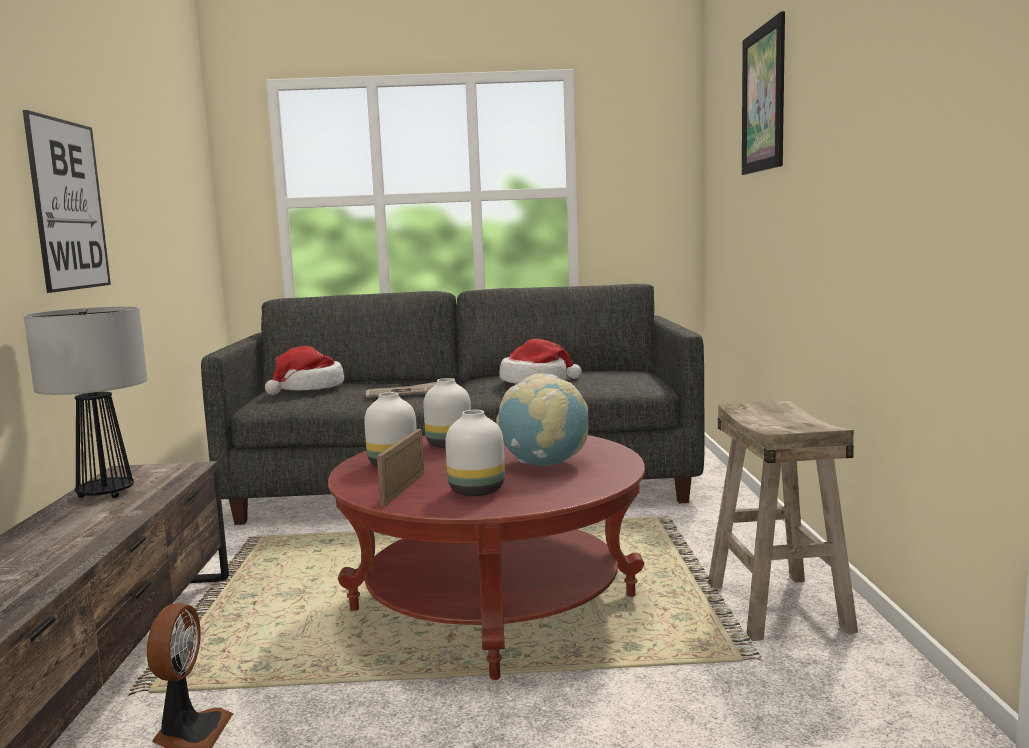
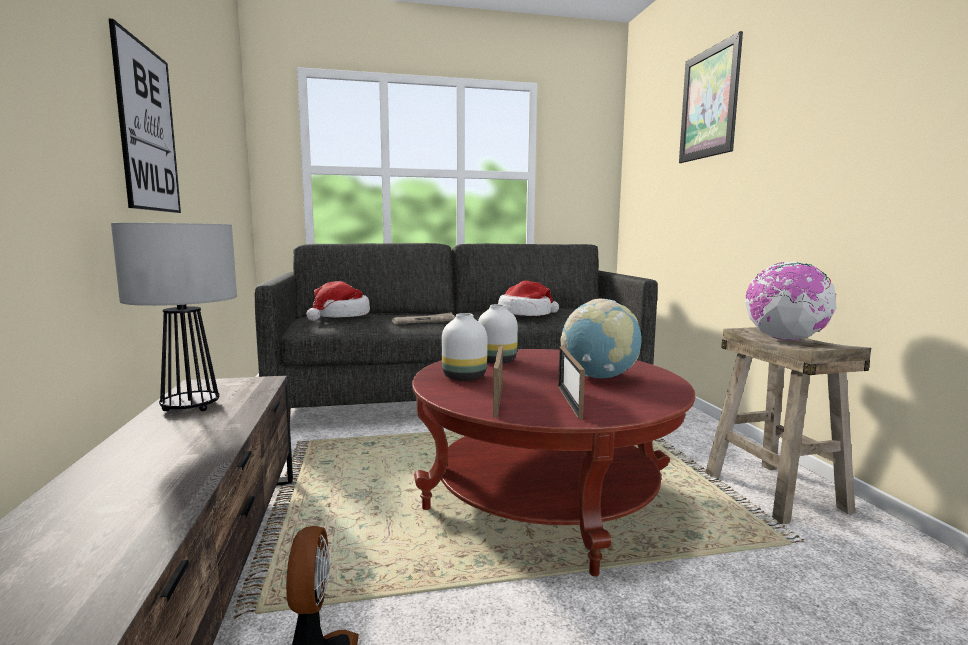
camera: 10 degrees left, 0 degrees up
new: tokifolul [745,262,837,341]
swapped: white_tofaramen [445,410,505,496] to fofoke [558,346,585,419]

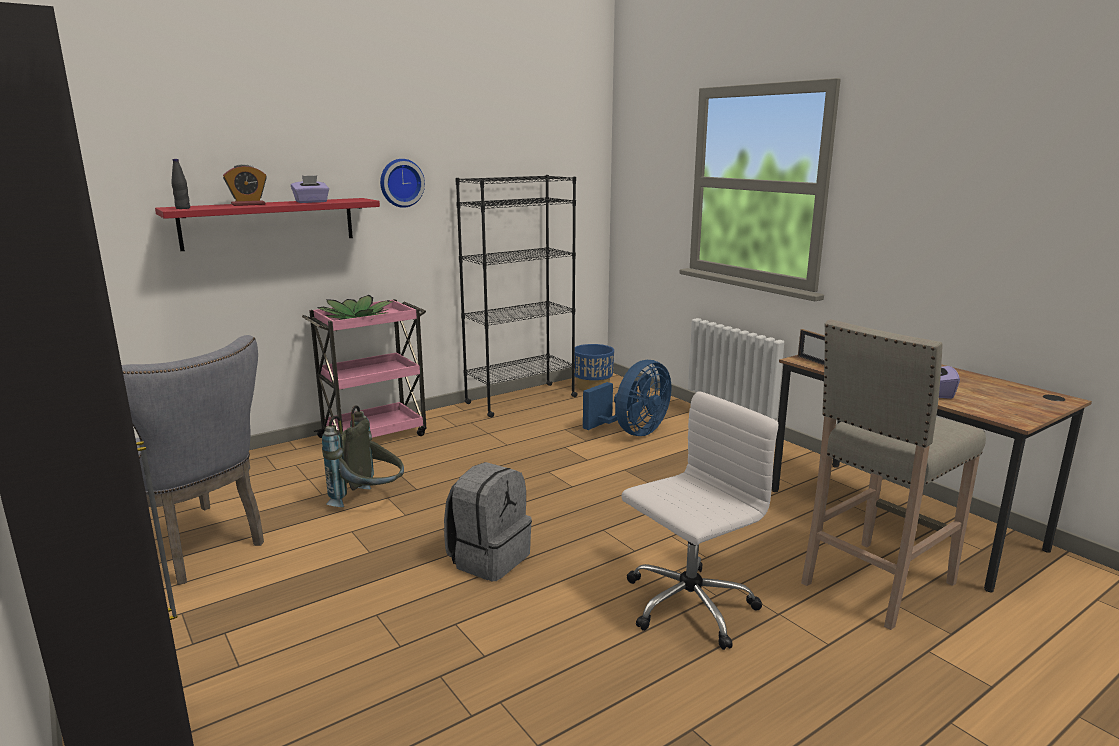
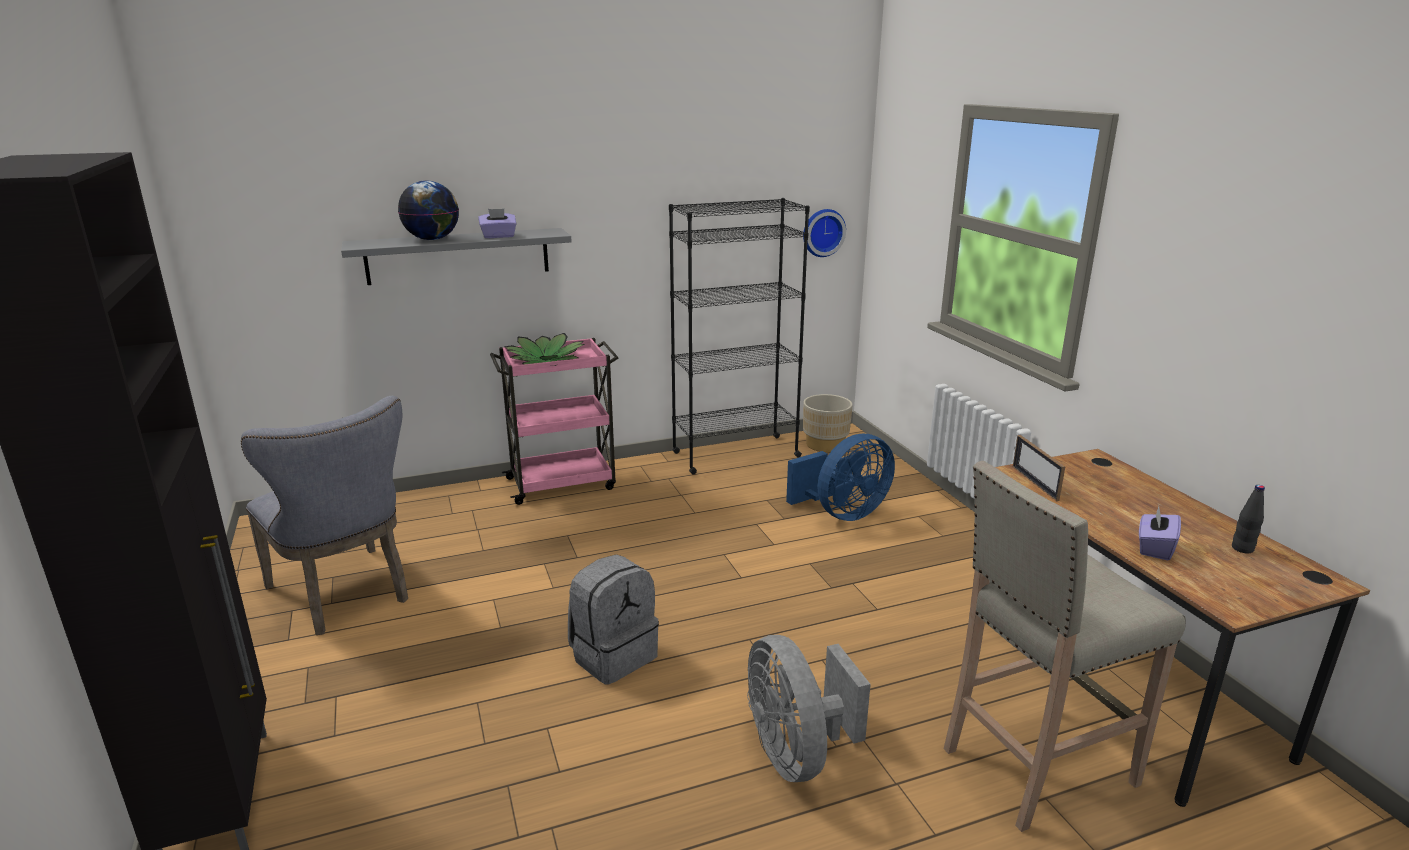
camera: 15 degrees right, 5 degrees up
gone: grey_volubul [322,405,404,507]
shifted: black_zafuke [171,159,190,209] to [1232,485,1265,553]; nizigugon [380,159,425,208] to [803,209,846,257]
swapped: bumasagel [223,164,267,206] to tokifolul [398,181,459,240]; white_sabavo [622,391,778,650] to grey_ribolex [747,635,871,782]
repainted: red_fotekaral [155,198,380,251] to grey_fotekaral [341,228,572,285]; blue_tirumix [574,344,614,391] to beige_tirumix [803,394,852,453]

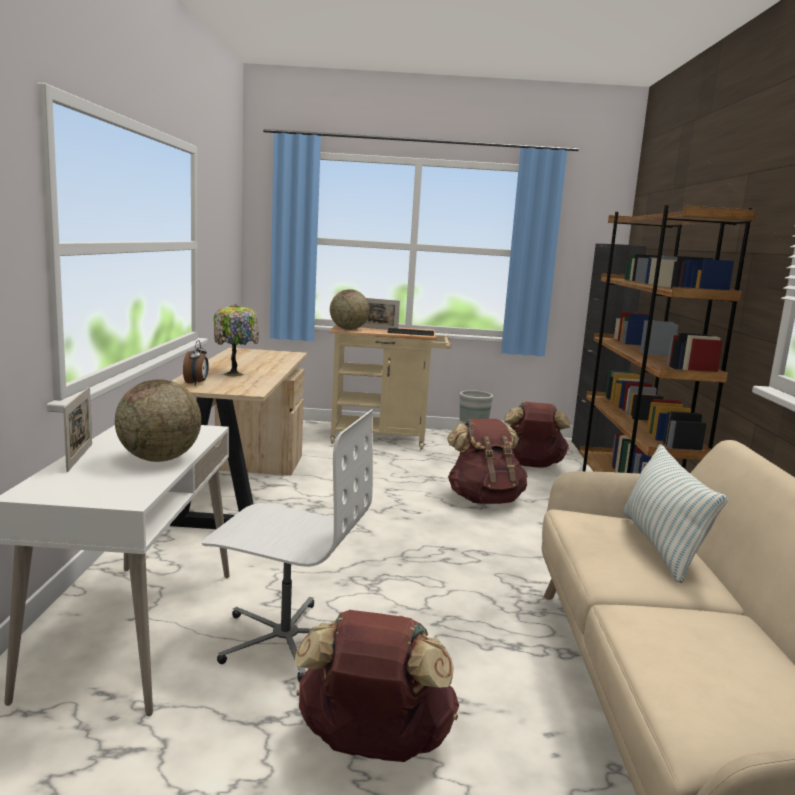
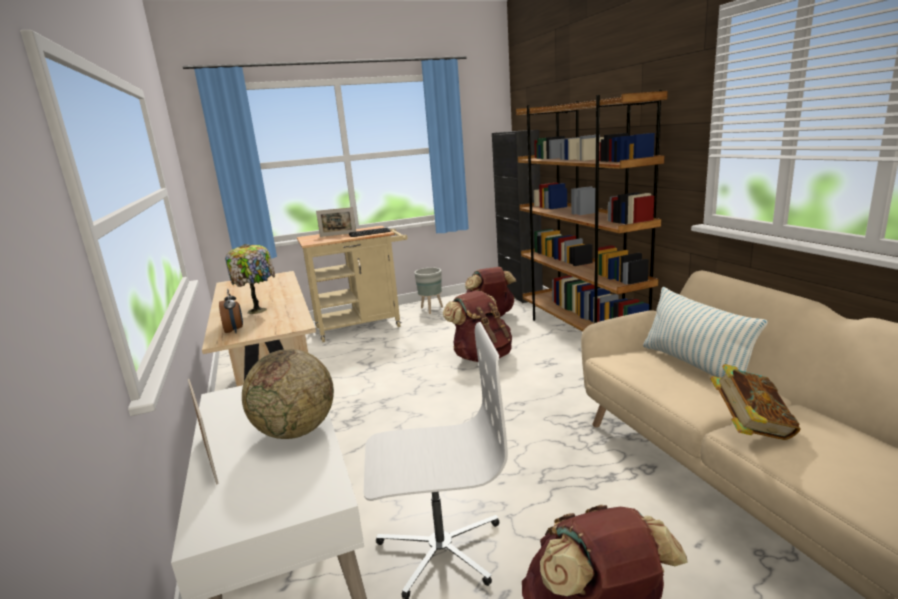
camera: 20 degrees left, 5 degrees up
gone: tokifolul [330,290,370,330]
new: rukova [710,364,801,440]

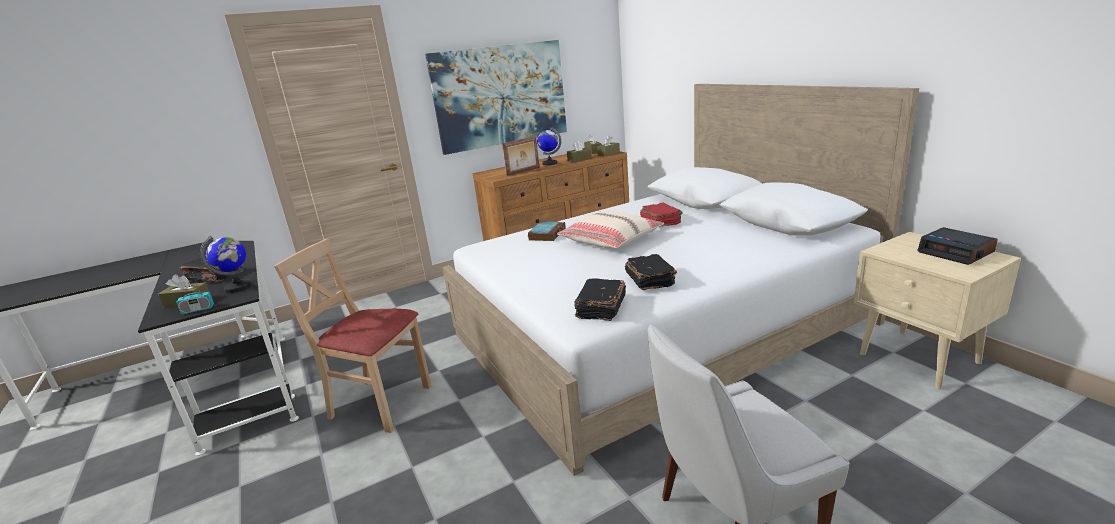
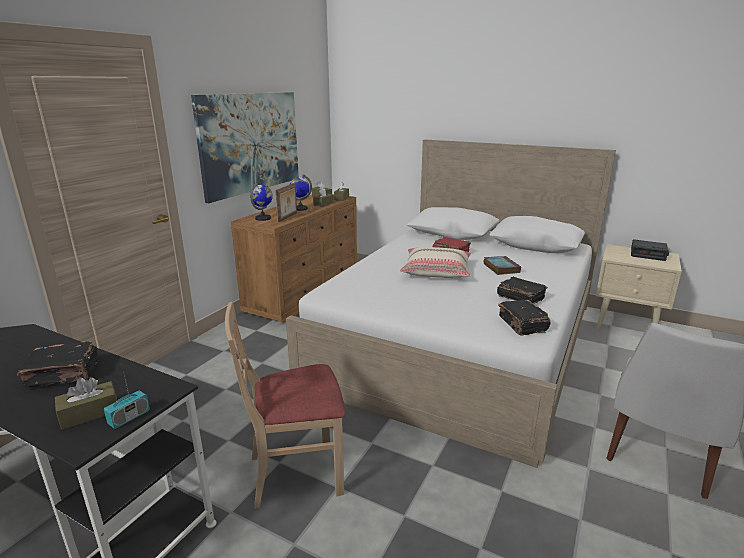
camera: 35 degrees left, 0 degrees up
shifted: rukova [528,221,565,241] to [484,256,521,275]; tokifolul [200,236,251,293] to [250,183,273,221]

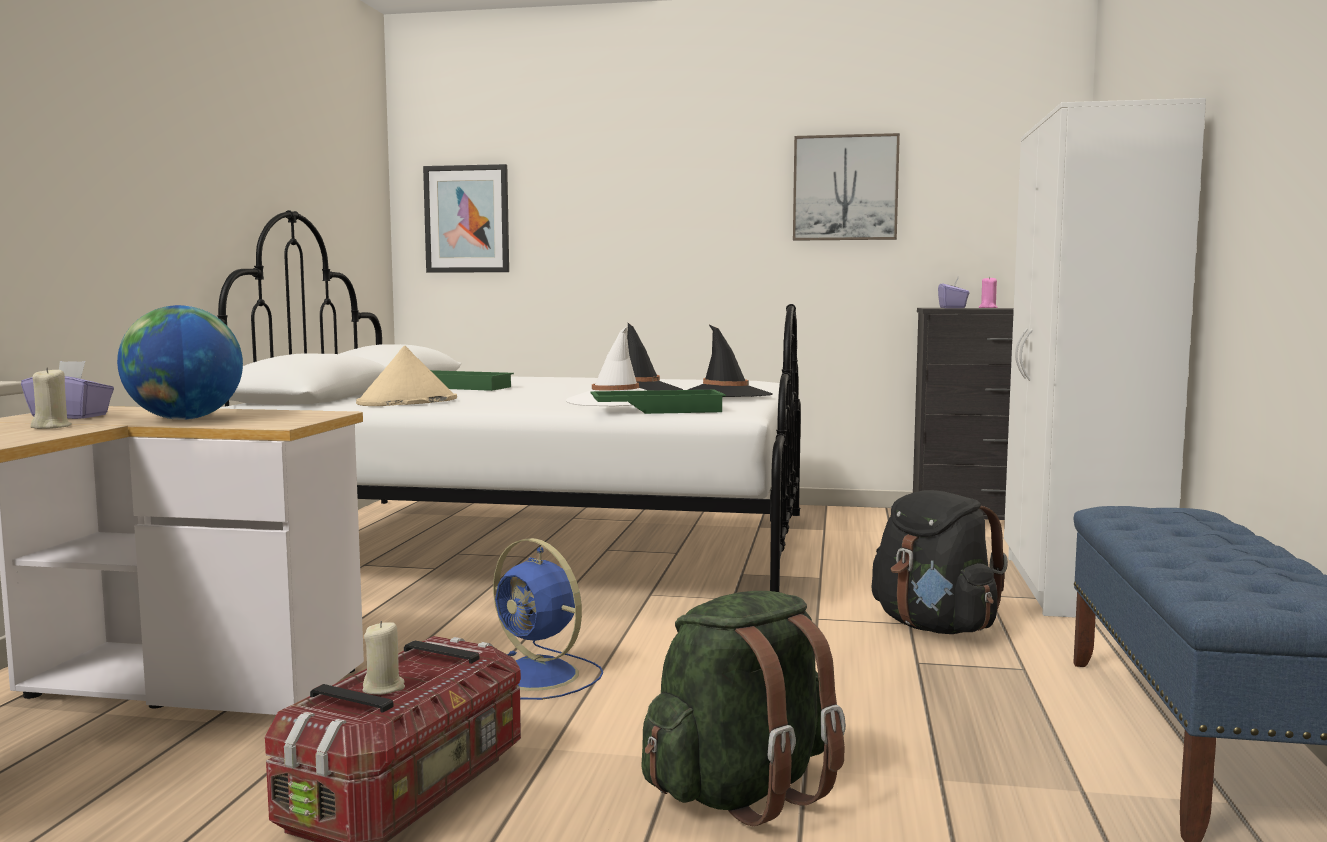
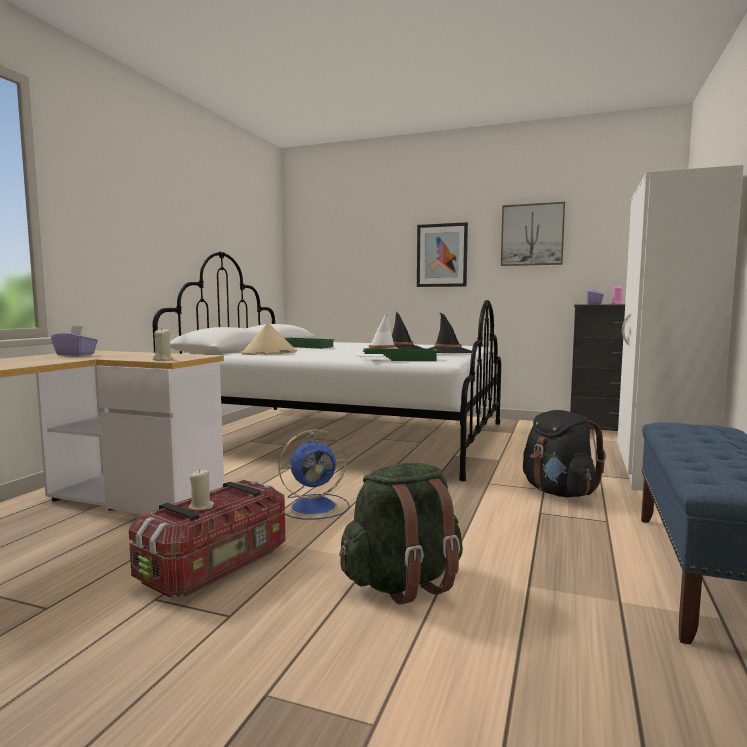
camera: 10 degrees right, 0 degrees up
gone: tokifolul [117,305,243,420]
shifted: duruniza [423,164,509,273] to [417,222,468,287]; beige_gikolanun [30,367,72,429] to [153,328,173,361]
rotated: blue_ribolex [493,538,603,700] = [278,429,350,520] 75 degrees counterclockwise

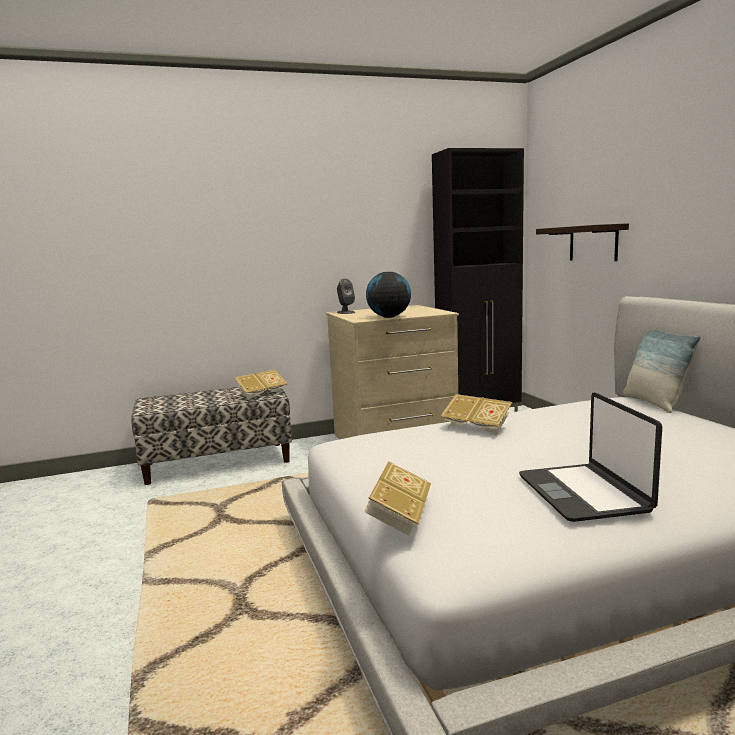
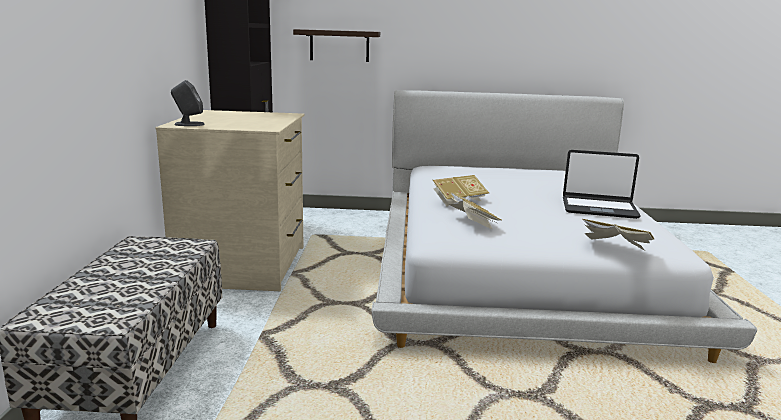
camera: 70 degrees left, 5 degrees up
gone: tokifolul [366,272,411,318]; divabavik [623,330,701,413]
shifted: rukova [234,370,288,400] to [448,192,501,230]

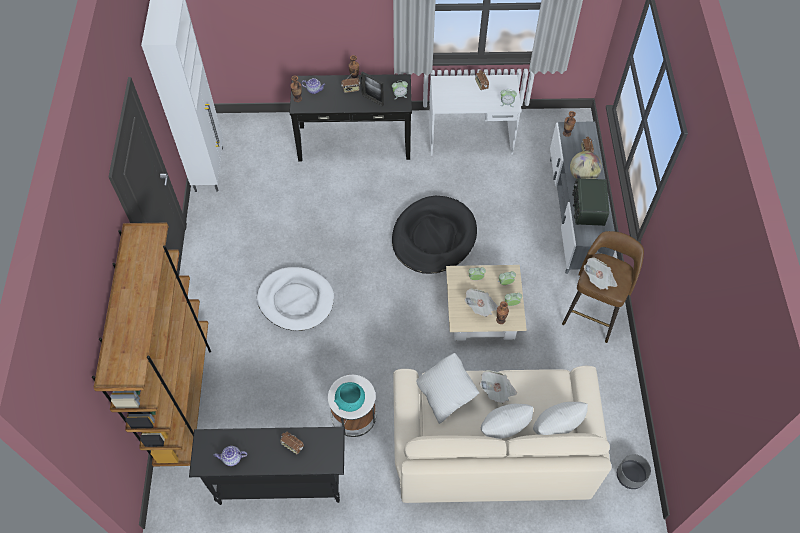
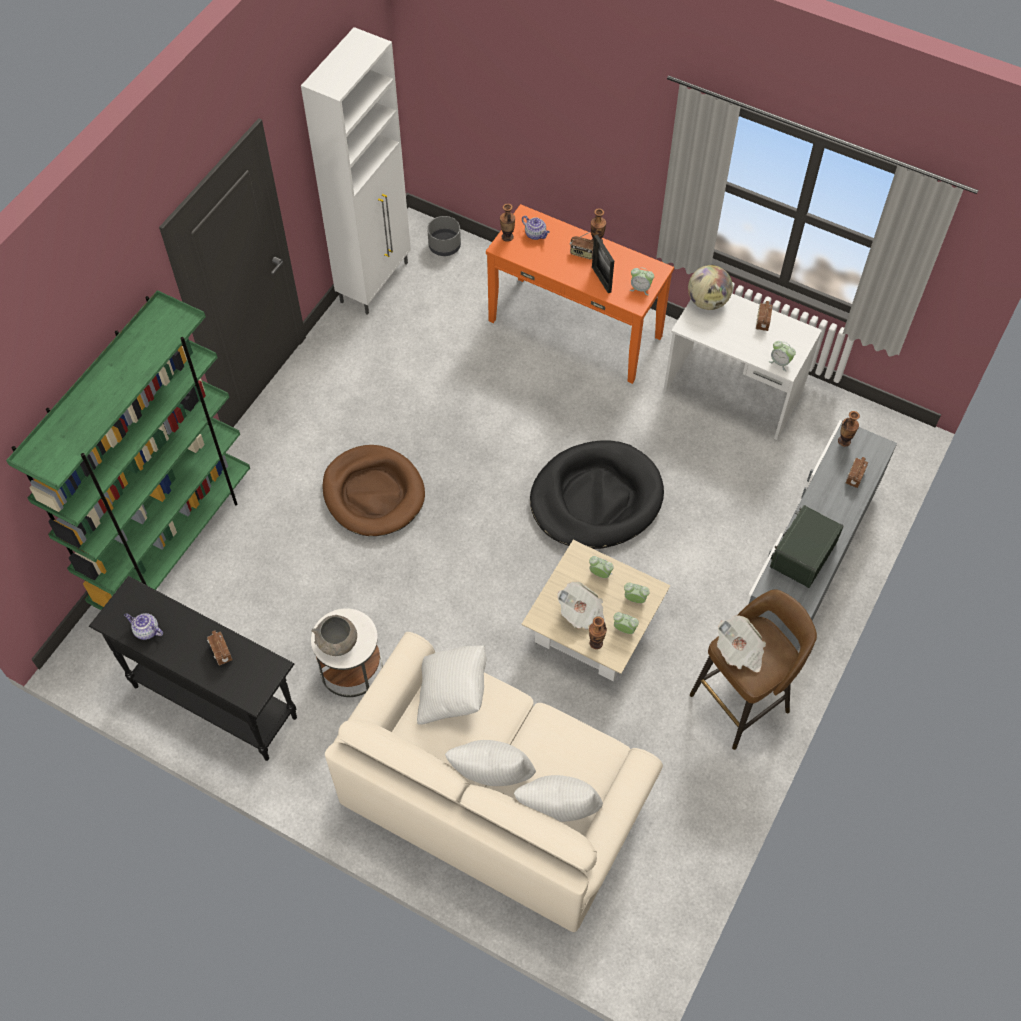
camera: 30 degrees right, 0 degrees up
gone: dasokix [480,370,517,404]
shifted: tokifolul [570,151,602,180] to [688,265,733,310]; grey_tirumix [617,454,651,489] to [427,216,461,256]
repainted: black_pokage [290,74,412,161] to orange_pokage [486,204,674,384]; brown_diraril [92,223,211,467] to green_diraril [6,290,250,610]; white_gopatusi [257,267,334,331] to brown_gopatusi [322,445,425,536]; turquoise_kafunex [334,382,365,412] to grey_kafunex [311,615,357,656]

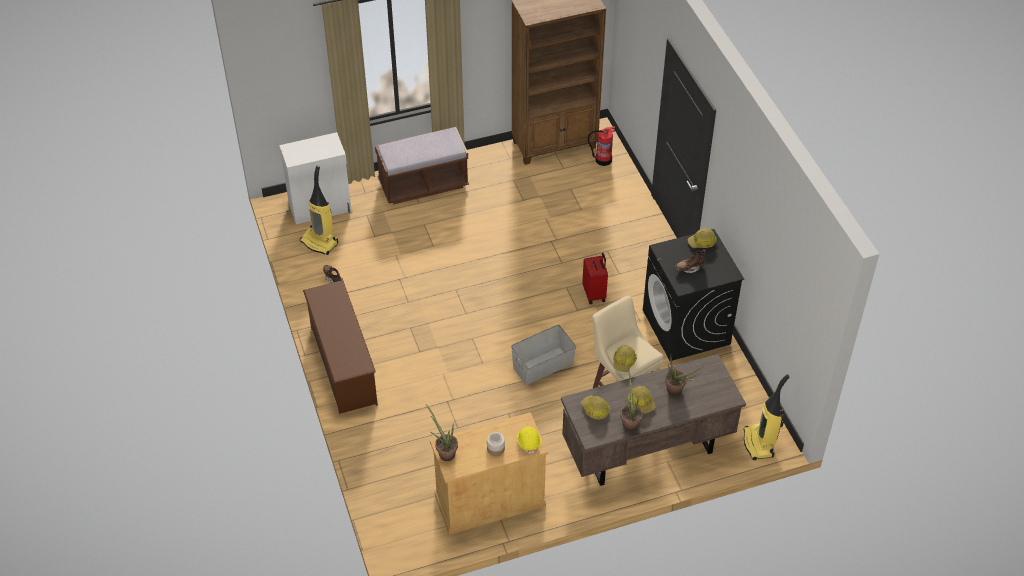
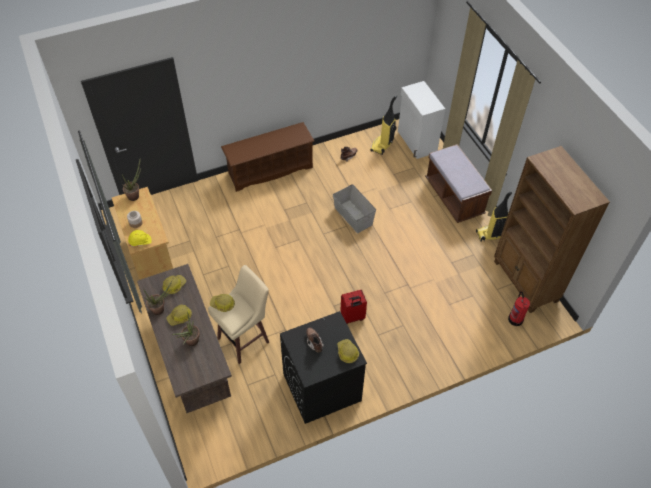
camera: 85 degrees right, 5 degrees up
shifted: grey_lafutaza [511,325,576,385] to [333,184,376,233]; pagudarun [744,374,789,460] to [476,192,512,242]

